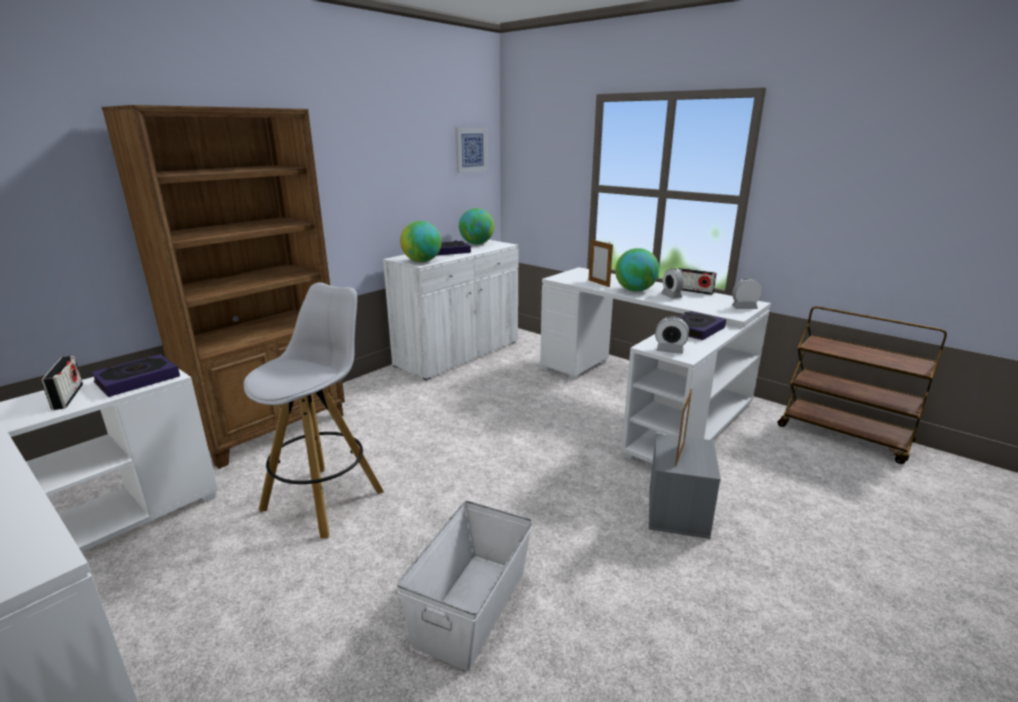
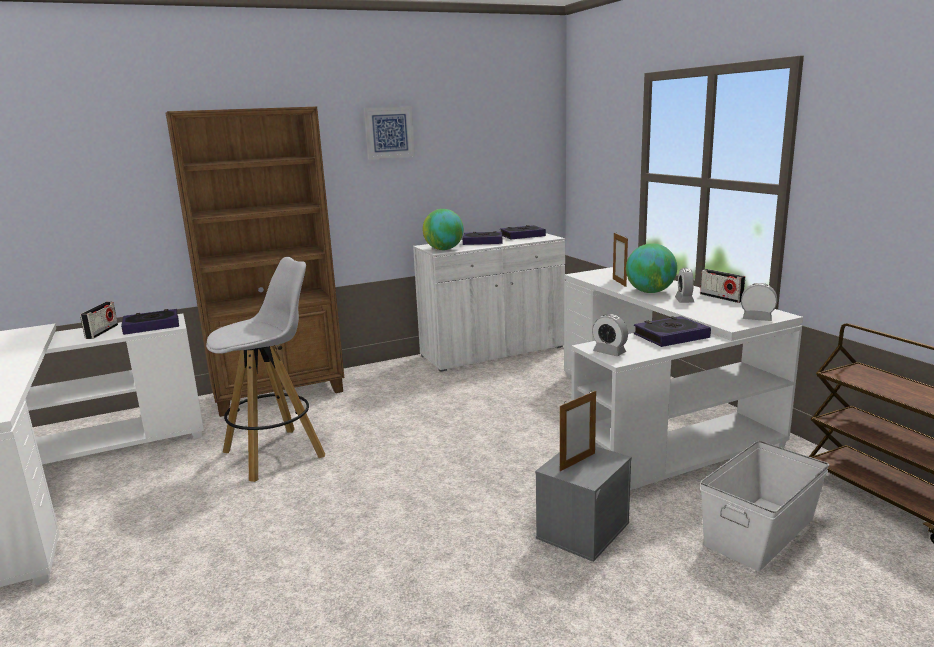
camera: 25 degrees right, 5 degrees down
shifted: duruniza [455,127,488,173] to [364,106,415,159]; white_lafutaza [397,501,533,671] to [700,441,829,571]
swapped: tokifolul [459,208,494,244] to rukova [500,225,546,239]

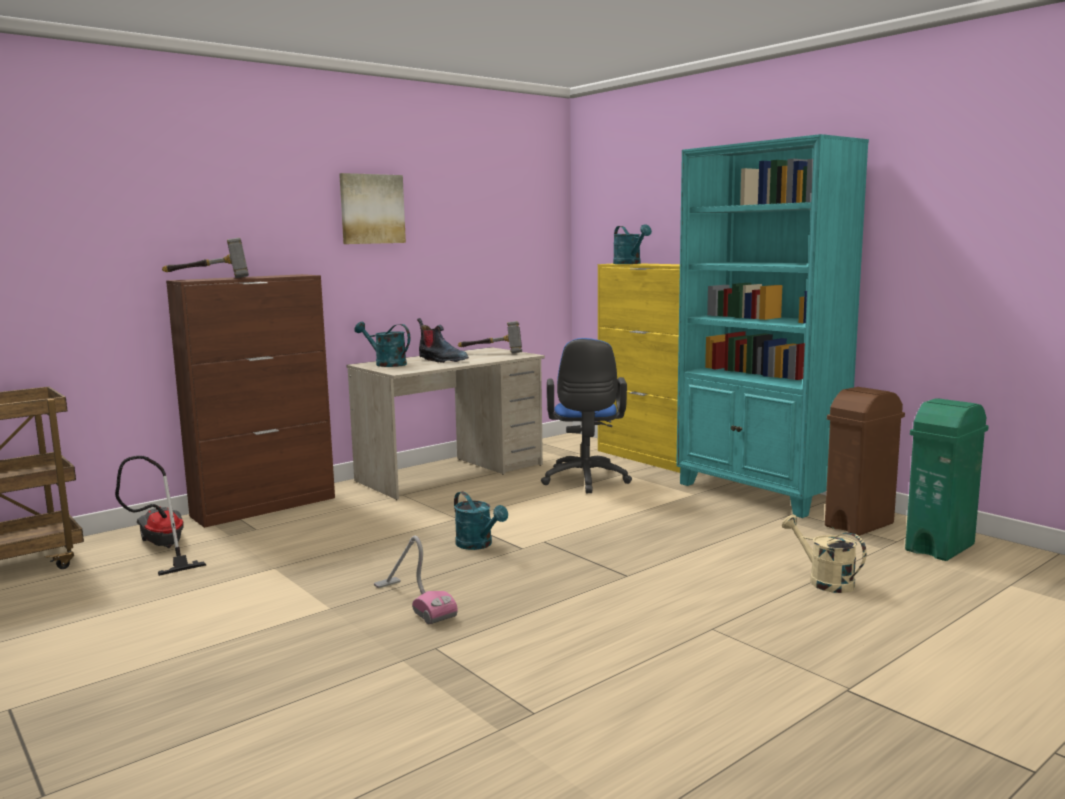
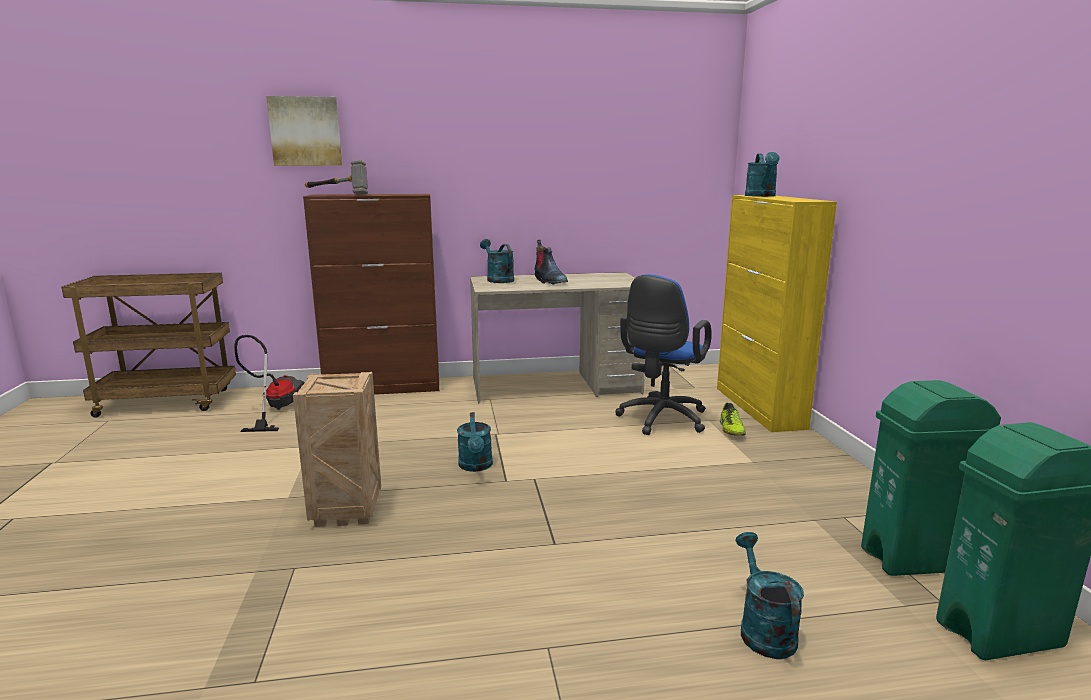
camera: 30 degrees right, 5 degrees up
gone: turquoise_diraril [676,134,869,518]; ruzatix [458,321,522,353]
new: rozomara [720,403,746,436]
shifted: duruniza [339,173,406,244] to [266,96,342,166]
swapped: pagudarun [374,536,458,625] to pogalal [293,372,381,527]
repainted: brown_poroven [825,387,905,536] to green_poroven [861,380,1001,576]; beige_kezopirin [782,515,867,593] to turquoise_kezopirin [736,532,804,659]

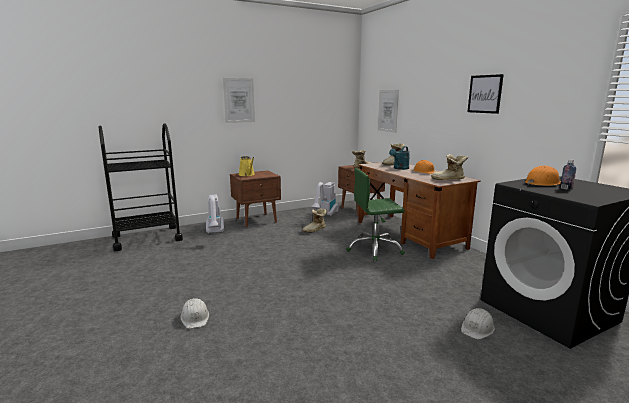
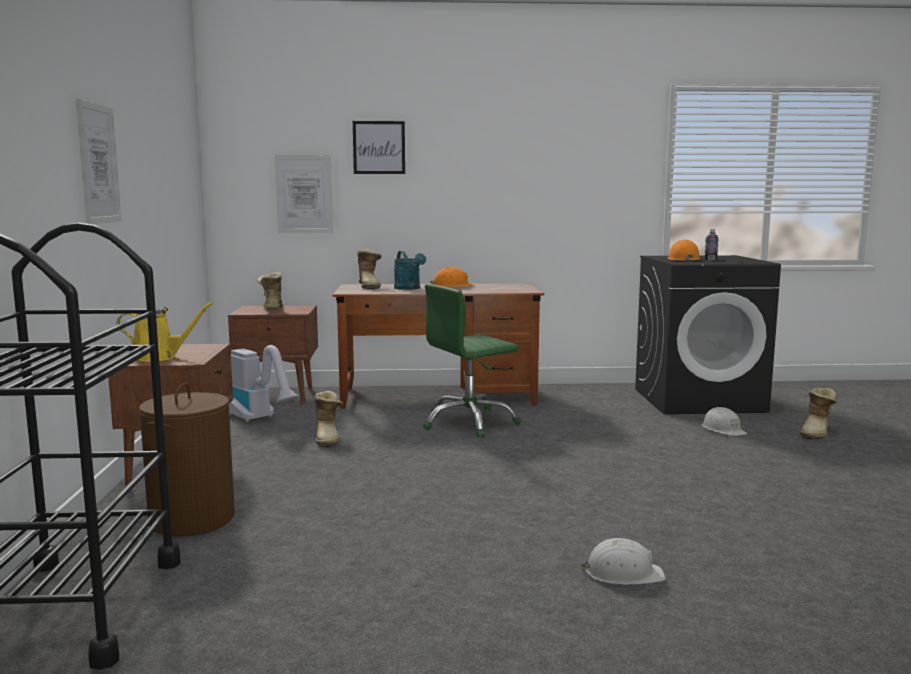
camera: 65 degrees left, 5 degrees down
shifted: duruniza [468,74,504,114] to [353,121,405,174]; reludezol [431,154,469,180] to [800,387,838,440]
swapped: pagudarun [206,195,224,234] to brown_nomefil [139,383,235,536]
rotated: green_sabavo [346,168,405,261] = [423,284,521,437] 45 degrees clockwise

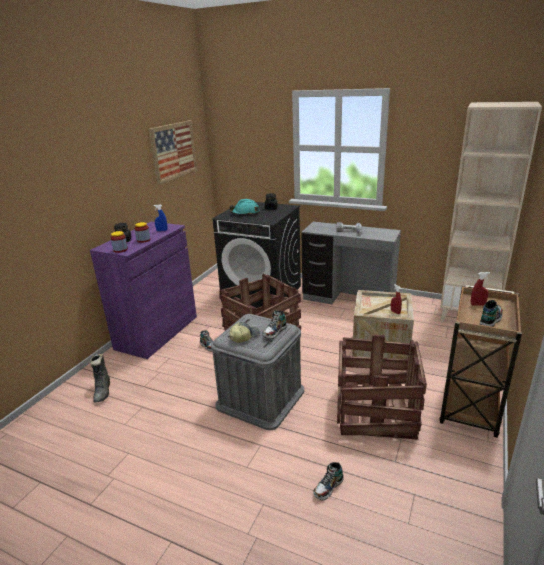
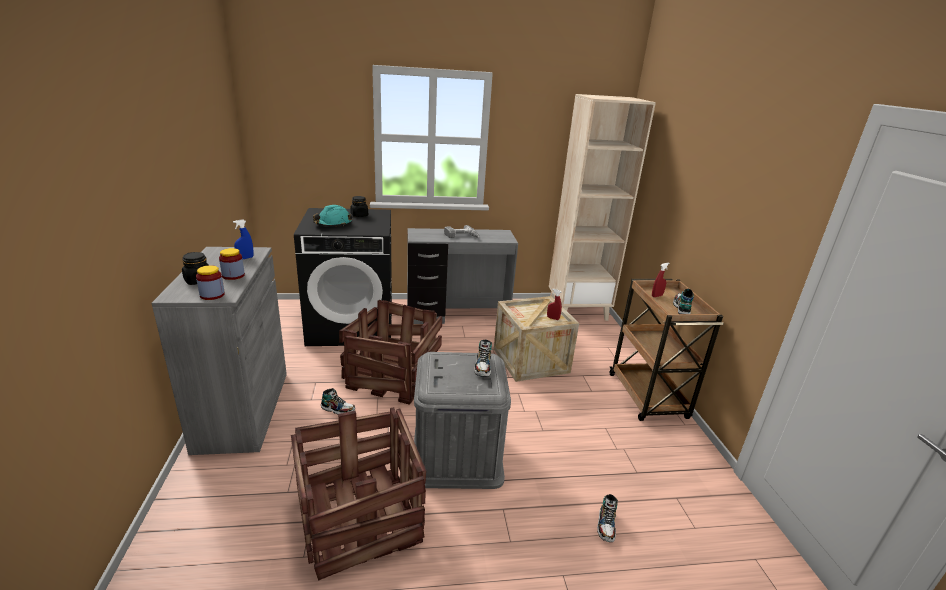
camera: 35 degrees left, 0 degrees up
gone: duruniza [148,120,197,185]; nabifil [229,322,260,343]; black_reludezol [90,354,110,403]
shifted: pogalal [337,335,427,440] to [291,407,426,581]
repainted: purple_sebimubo [90,222,197,359] to grey_sebimubo [152,247,287,455]

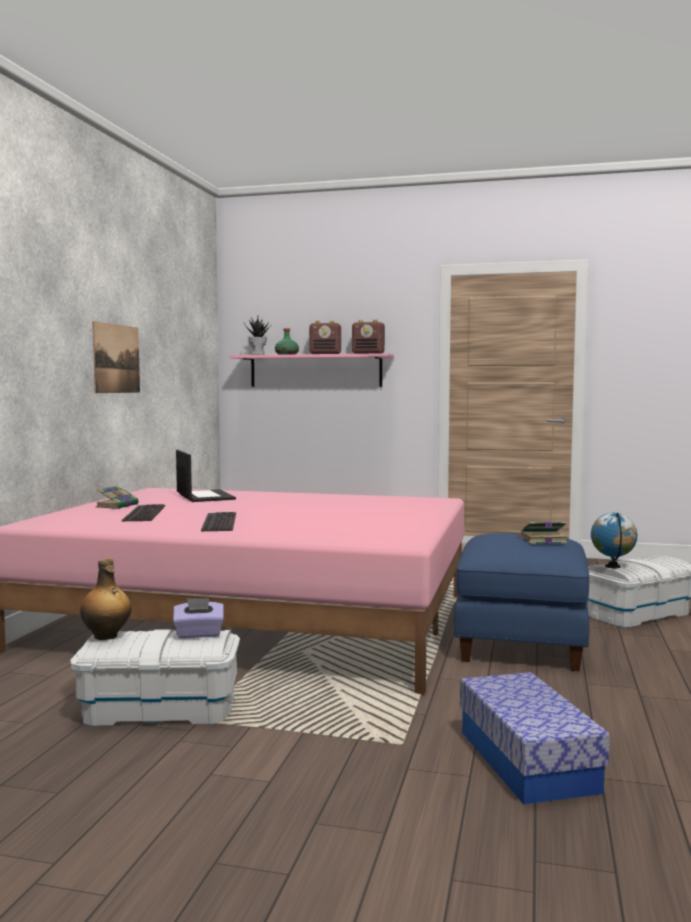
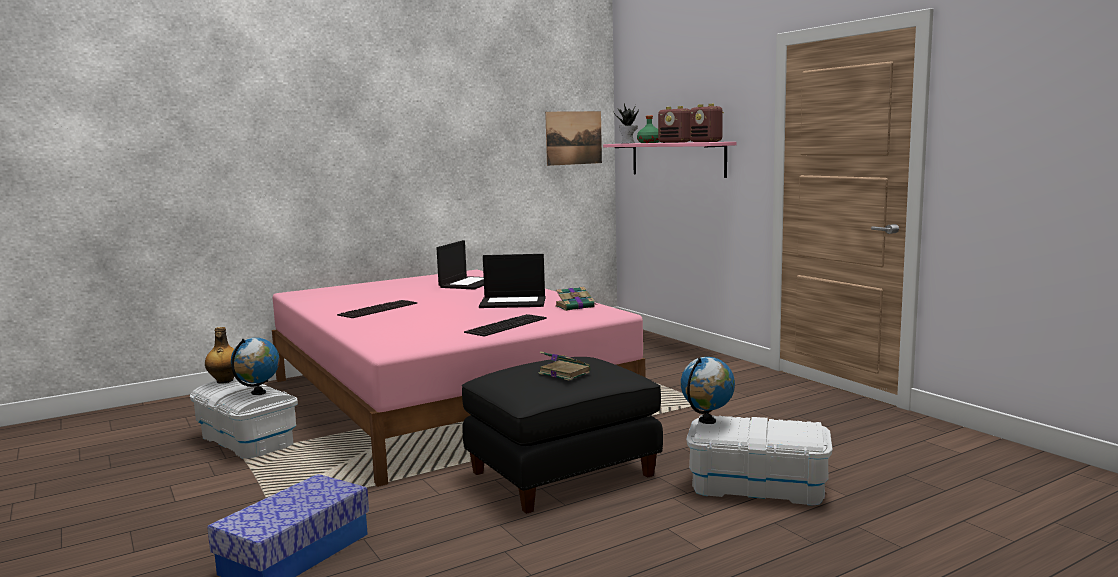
camera: 45 degrees right, 5 degrees up
new: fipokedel [479,254,546,308]
shifted: duruniza [92,321,140,393] to [545,111,602,166]; rukova [95,486,139,509] to [555,287,596,311]; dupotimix [122,504,165,521] to [464,314,547,337]
swapped: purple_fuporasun [173,598,224,638] to tokifolul [231,338,279,395]
repainted: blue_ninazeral [454,533,589,671] to black_ninazeral [462,357,663,514]

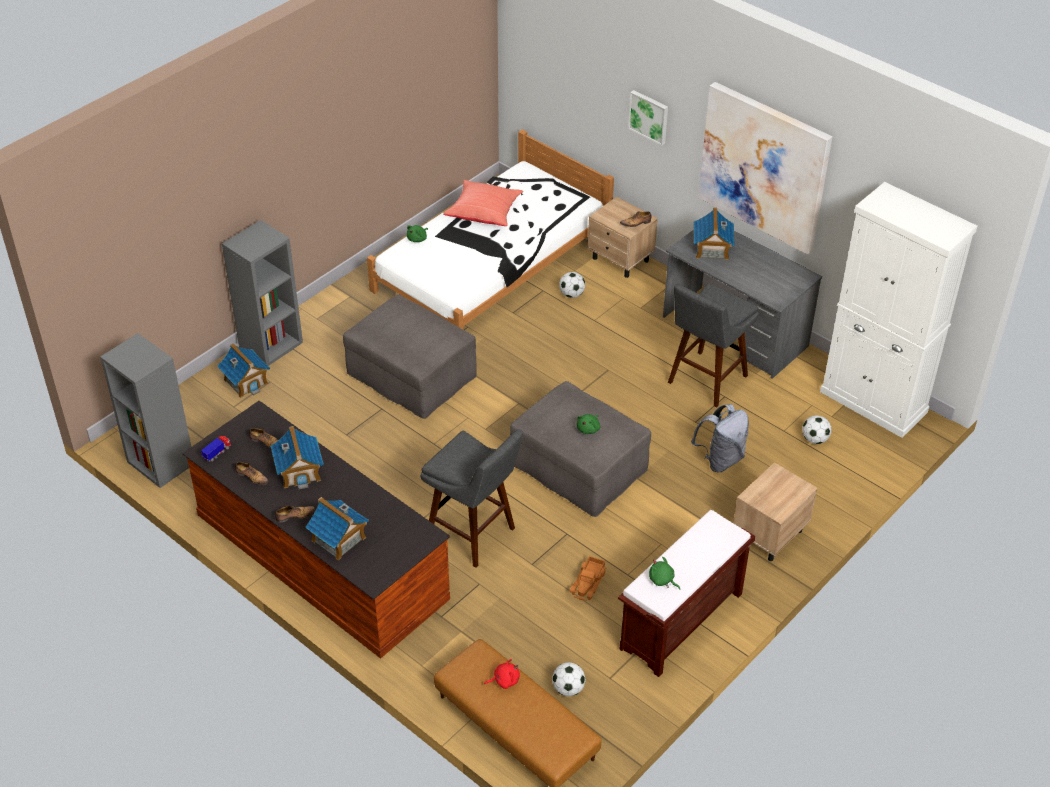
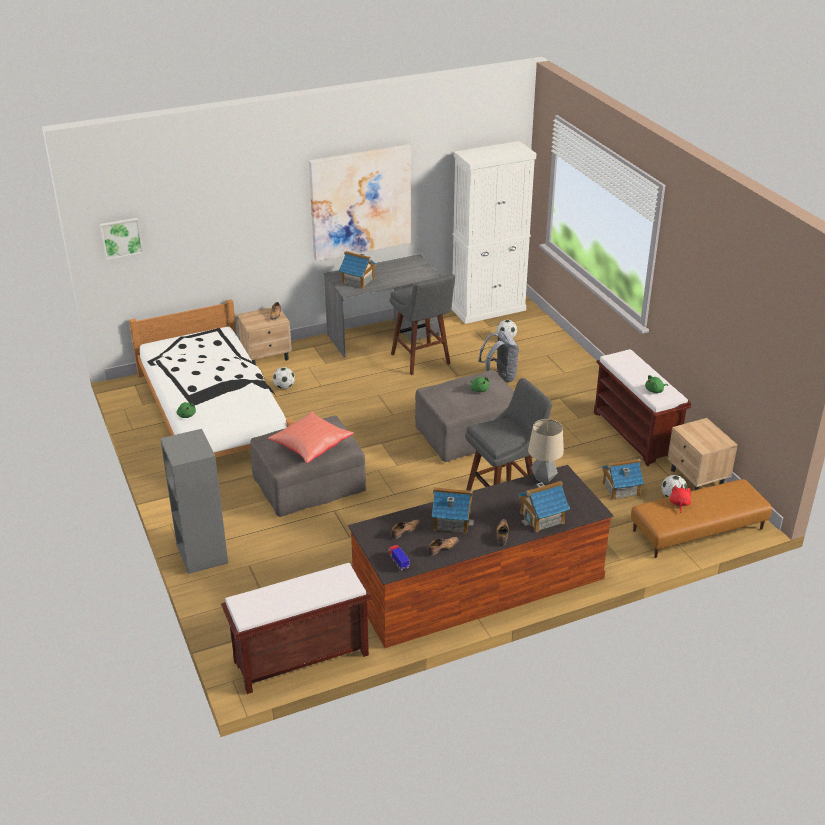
camera: 65 degrees left, 10 degrees down
gone: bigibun [570,556,607,601]
new: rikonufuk [528,419,564,483]
shifted: duruniza [628,90,668,146] to [100,218,143,260]; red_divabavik [443,180,523,226] to [268,411,354,463]; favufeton [217,343,270,398] to [602,459,644,500]; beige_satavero [733,462,817,561] to [667,418,738,490]
swapped: grey_diraril [100,333,191,488] to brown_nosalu [221,563,371,694]

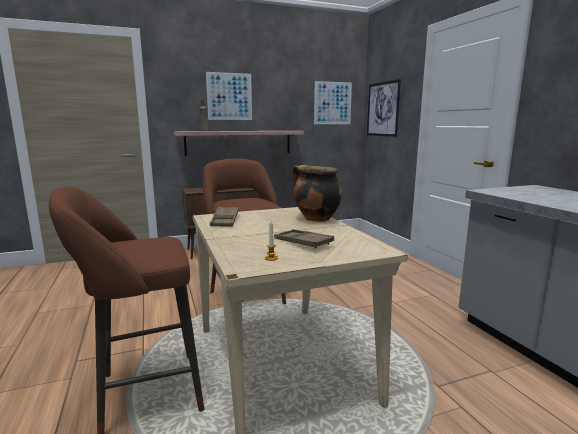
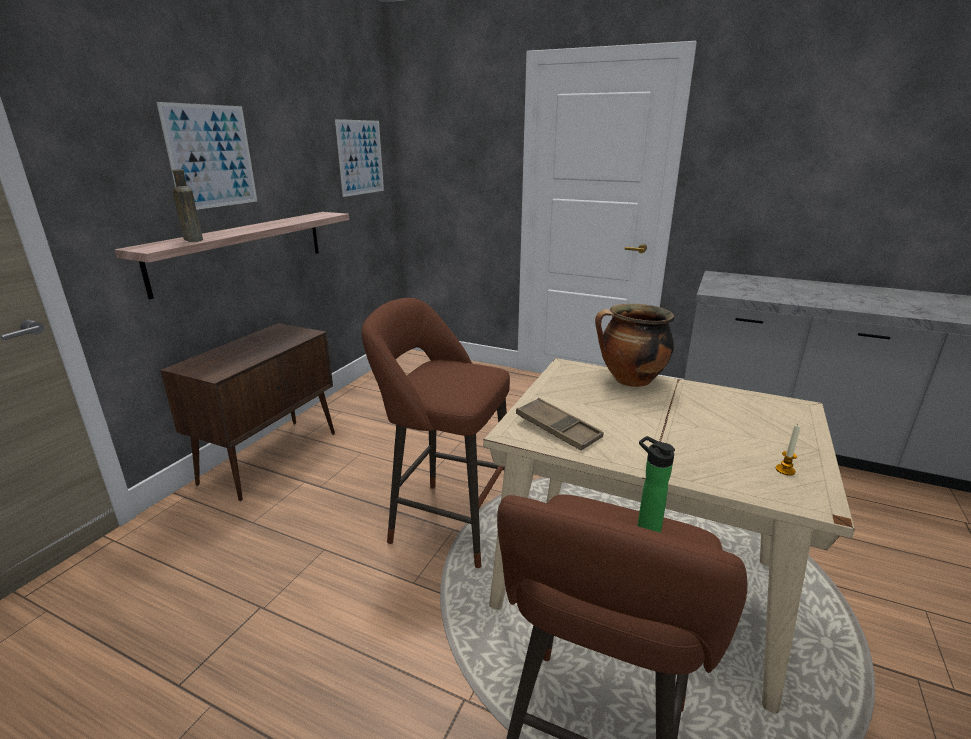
camera: 45 degrees left, 10 degrees up
gone: duruniza [367,79,401,137]; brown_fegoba [274,229,334,249]
new: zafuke [637,436,675,533]

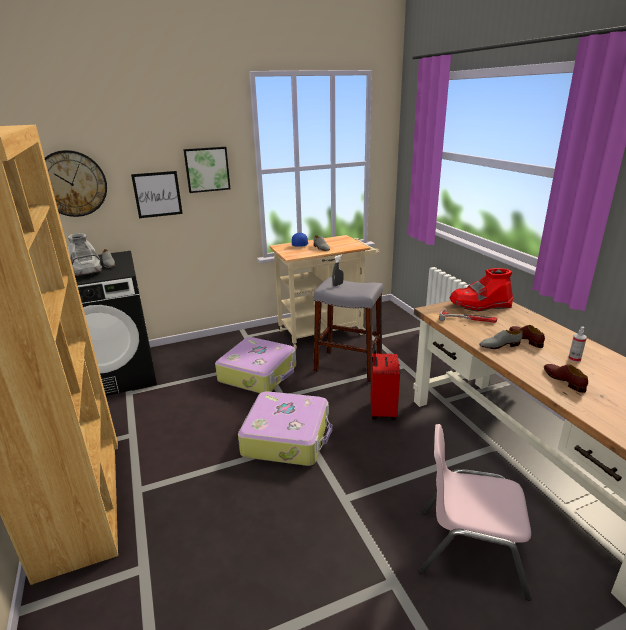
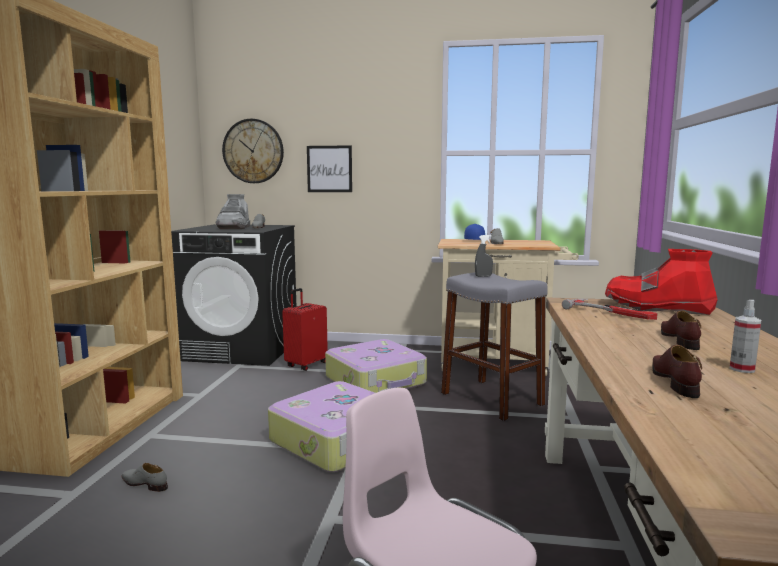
camera: 30 degrees right, 15 degrees down
gone: duruniza [183,147,230,193]
shifted: grey_rozomara [479,330,523,349] to [122,463,168,492]; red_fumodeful [371,343,400,420] to [282,288,328,371]

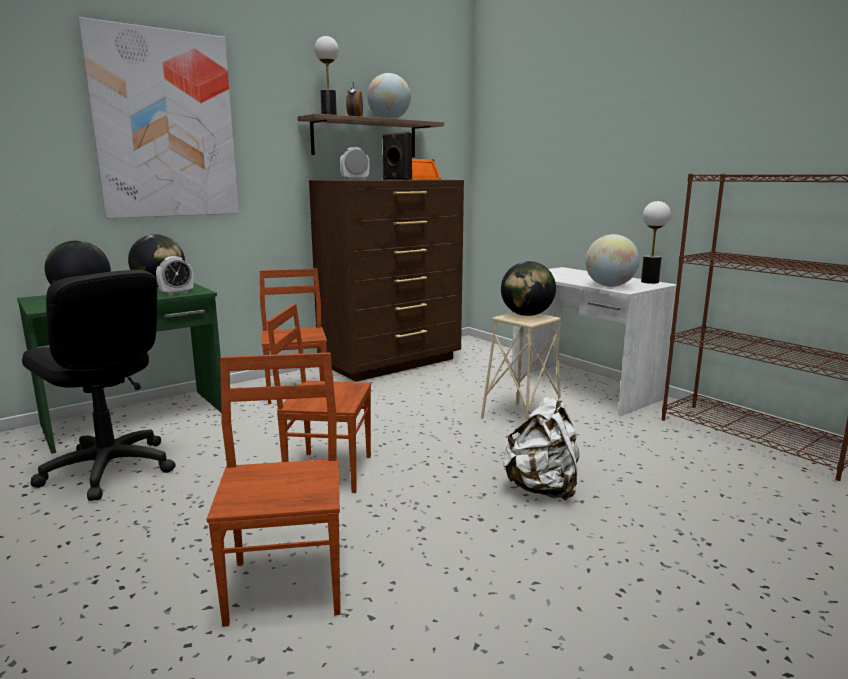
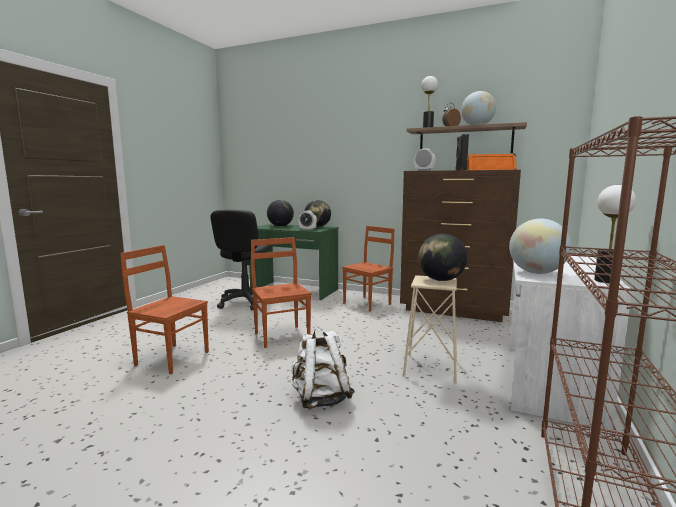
camera: 60 degrees right, 5 degrees down
gone: duruniza [78,17,239,218]
rotated: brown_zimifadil [207,352,341,627] = [120,245,209,374] 120 degrees counterclockwise

